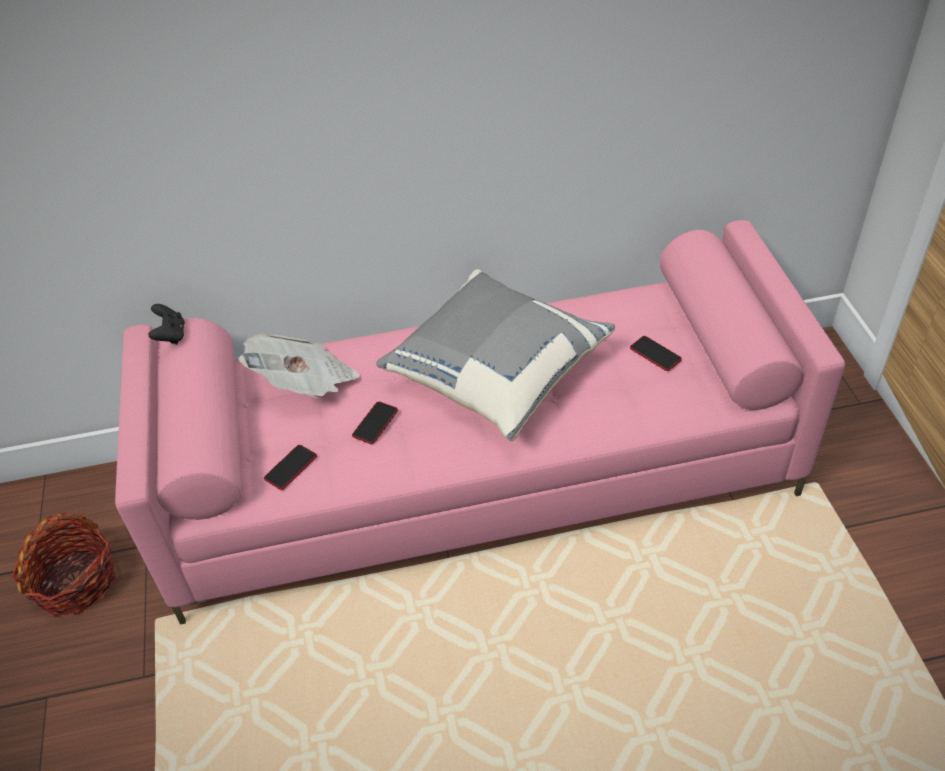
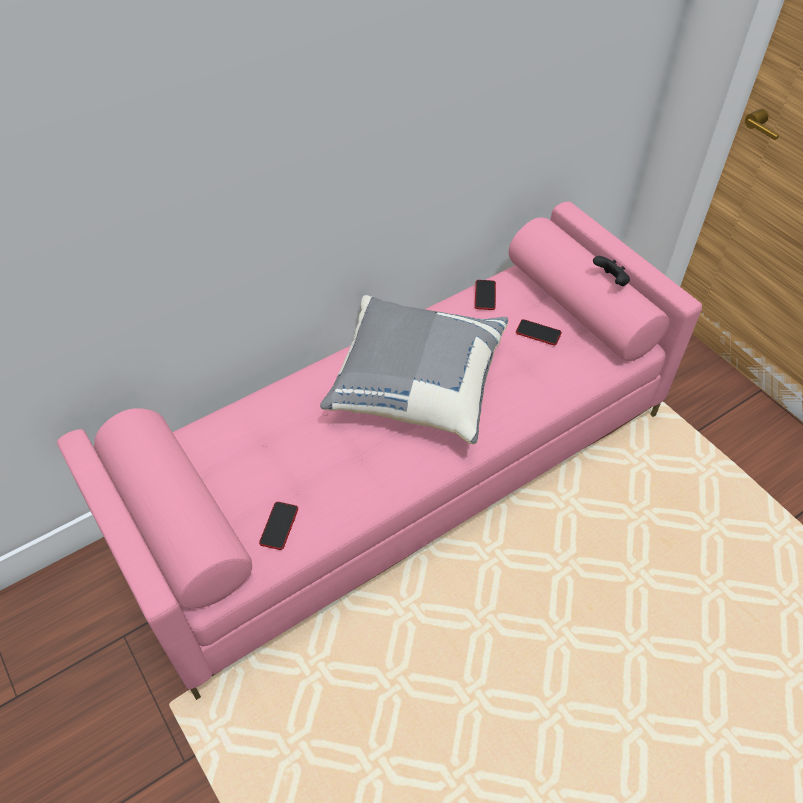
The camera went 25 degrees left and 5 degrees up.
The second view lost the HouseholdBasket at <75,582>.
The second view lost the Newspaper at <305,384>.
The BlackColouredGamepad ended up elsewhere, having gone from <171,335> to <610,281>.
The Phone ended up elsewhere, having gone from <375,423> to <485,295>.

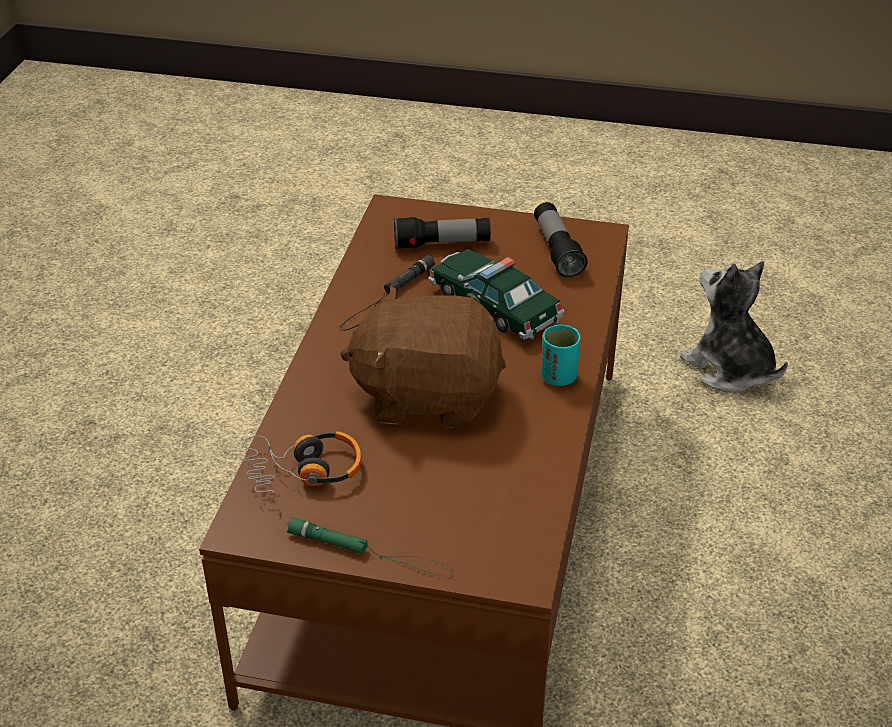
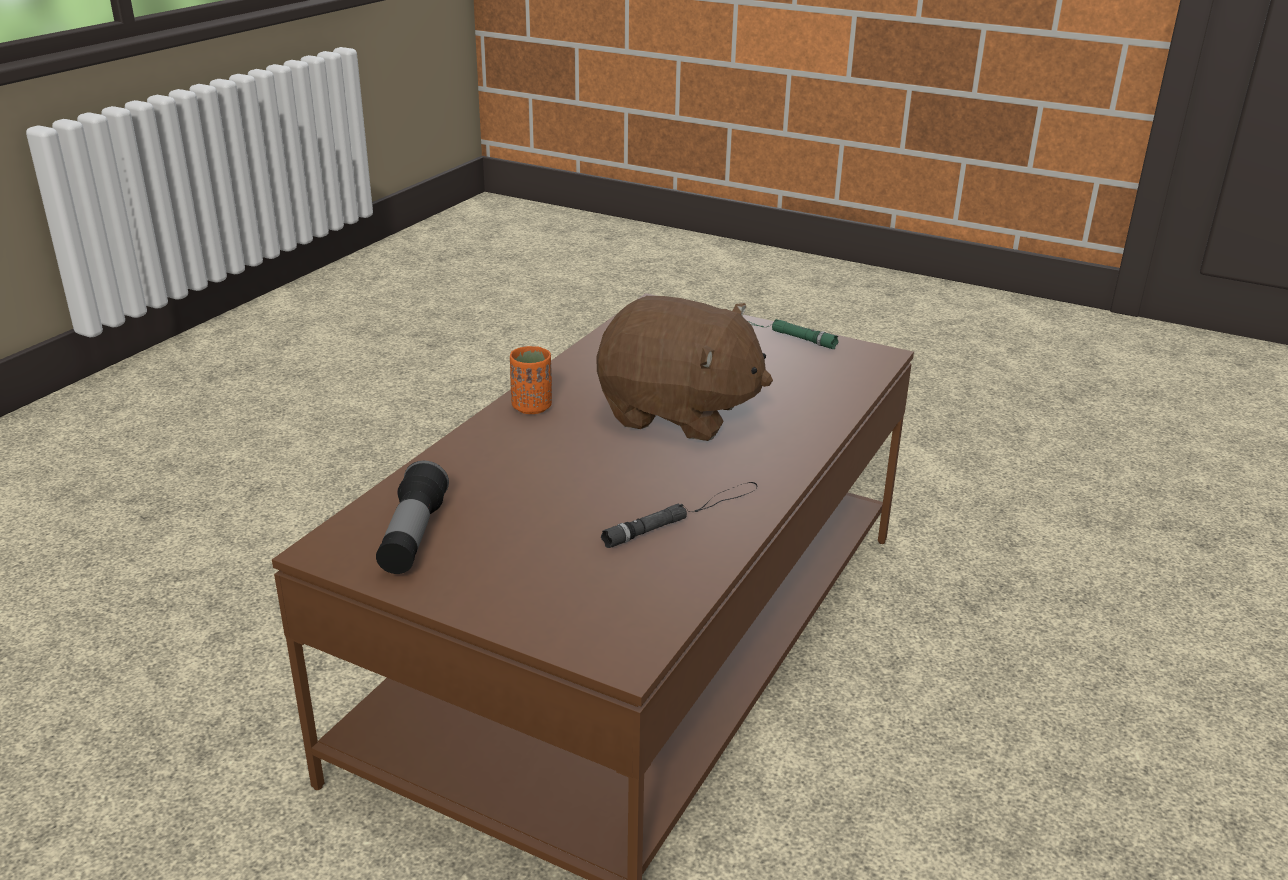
The camera went 165 degrees left and 10 degrees down.
The second view lost the Headphones at <304,472>.
The second view lost the Flashlight at <442,244>.
The second view lost the ModelCar at <494,306>.
The second view lost the CuddlyToy at <729,369>.
What was the TurquoiseSmallCup at <558,377> turned into the OrangeColouredSmallCup at <532,407>.

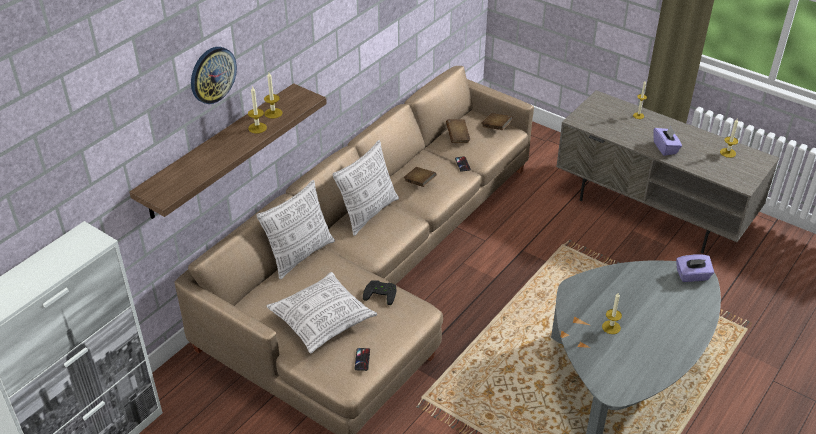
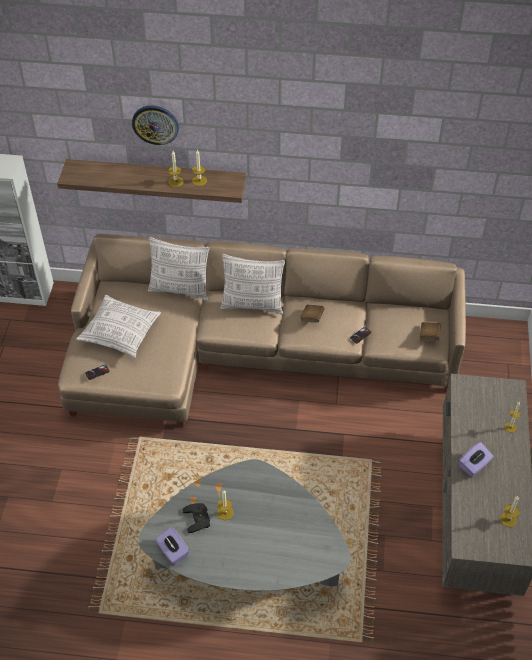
The camera went 60 degrees right and 10 degrees up.
The second view lost the BrownColouredBook at <457,137>.
The BlackColouredGamepad ended up elsewhere, having gone from <381,293> to <199,518>.
The PurpleColouredTissueHolder ended up elsewhere, having gone from <692,276> to <173,551>.

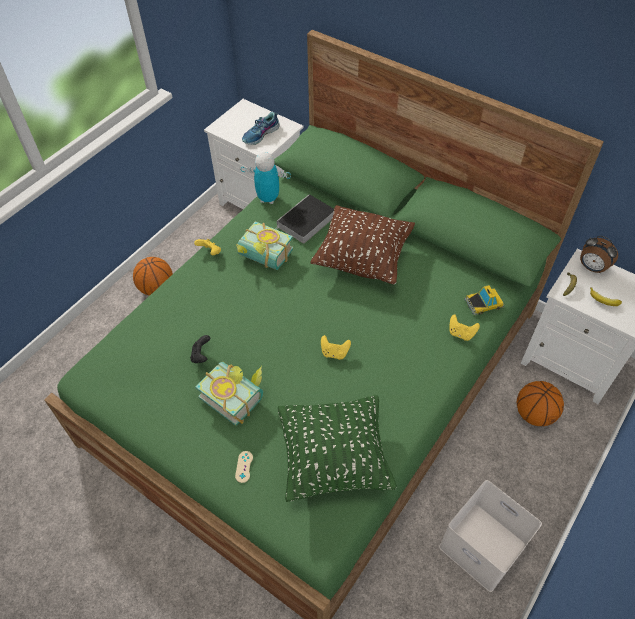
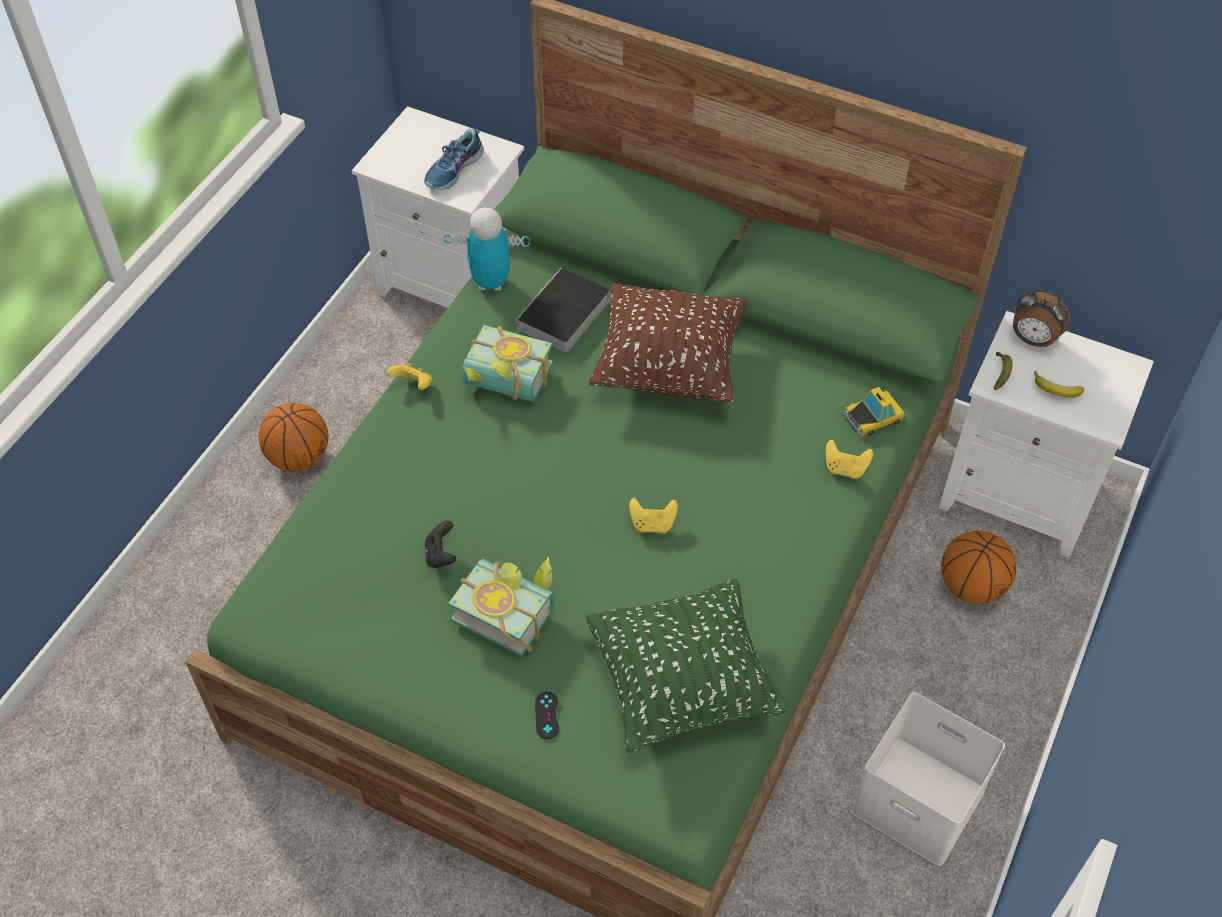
The camera went 10 degrees left and 0 degrees up.
What was the BeigeGamepad at <244,466> turned into the BlackColouredGamepad at <547,715>.

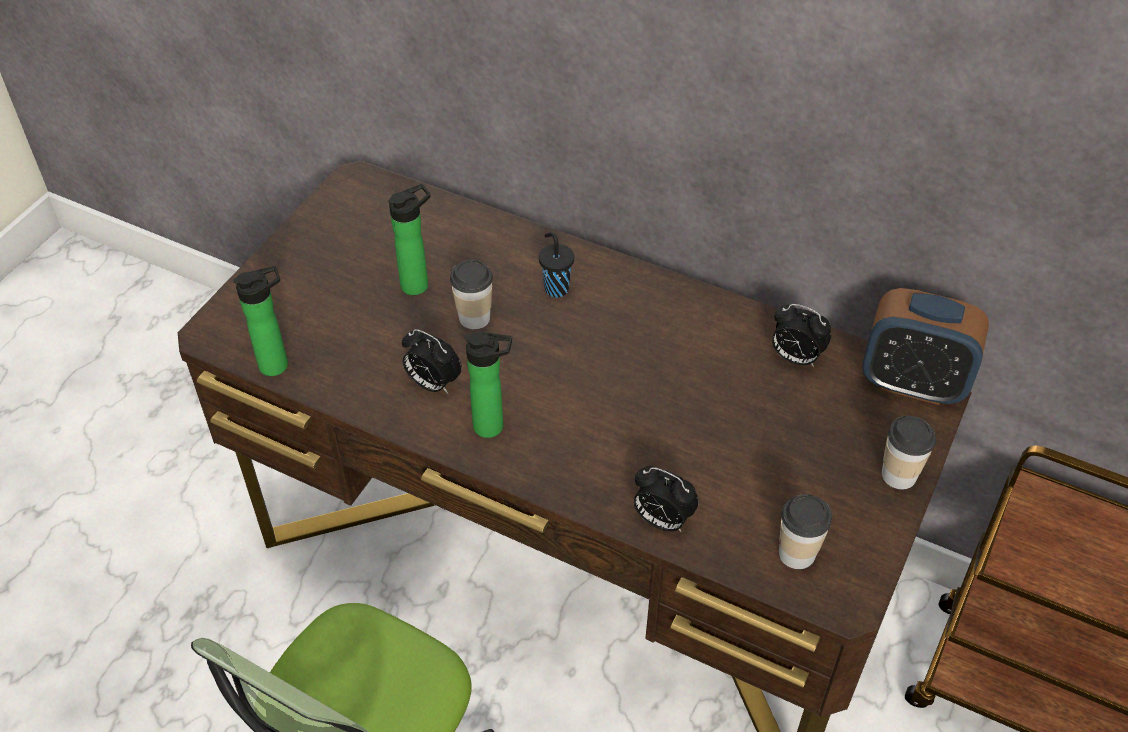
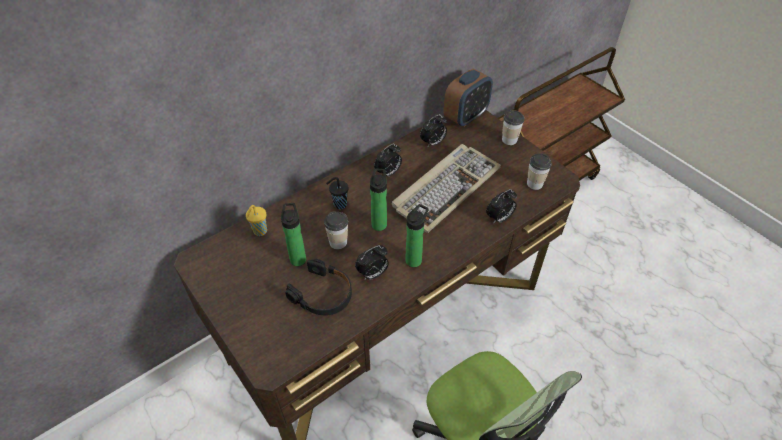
The camera went 65 degrees left and 0 degrees up.
The second view gained the YellowColouredSmallCup at <259,231>.
The second view gained the BlackColouredHeadphones at <323,294>.
The second view gained the BedsideClock at <388,173>.
The second view gained the Keyboard at <446,188>.
The BeverageBottle ended up elsewhere, having gone from <278,364> to <379,223>.

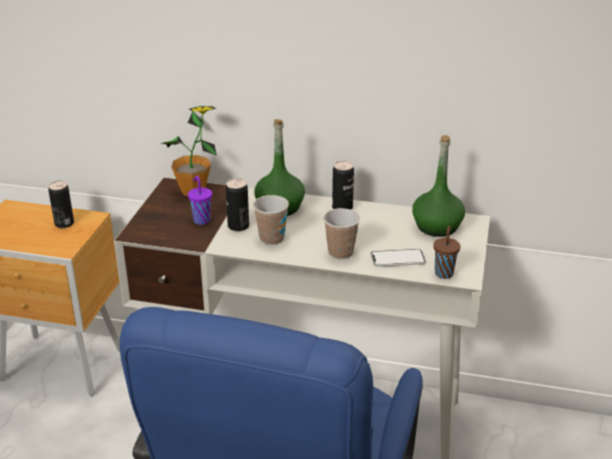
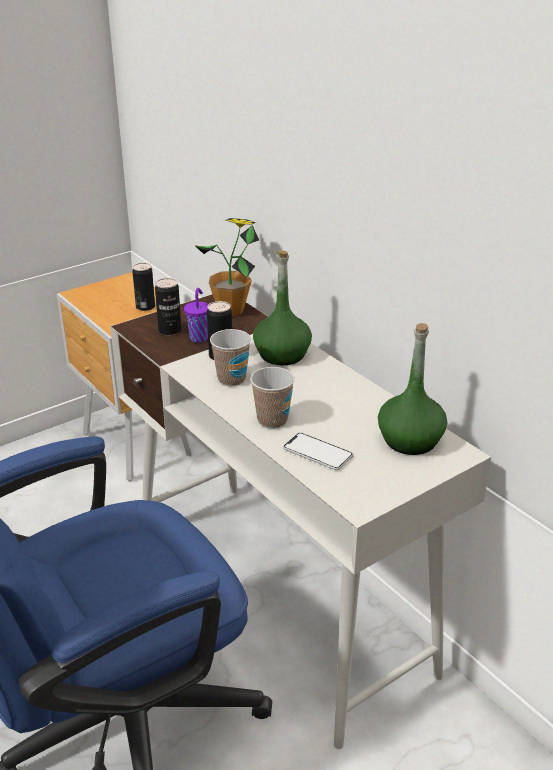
The camera went 40 degrees right and 0 degrees up.
The second view lost the BrownColouredSmallCup at <444,273>.
The SealedCan ended up elsewhere, having gone from <342,207> to <170,330>.

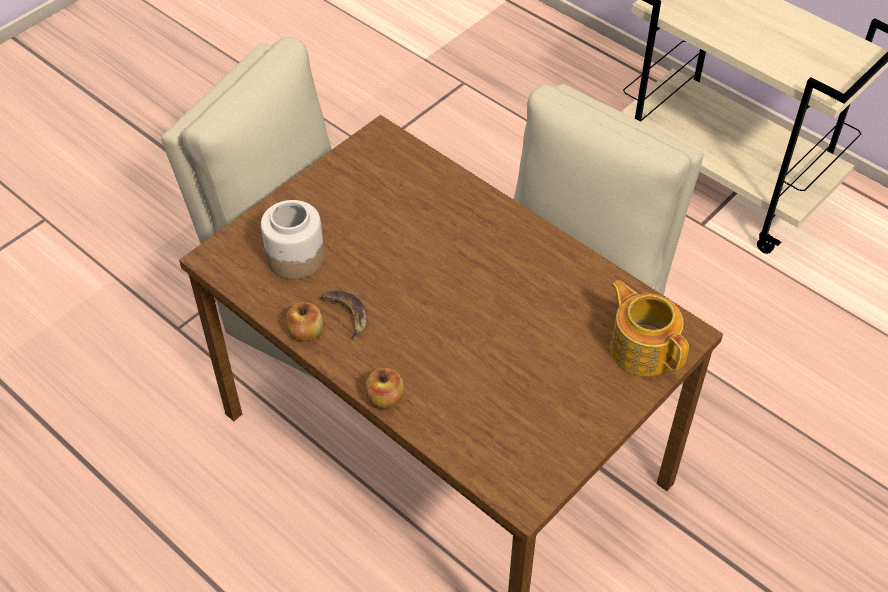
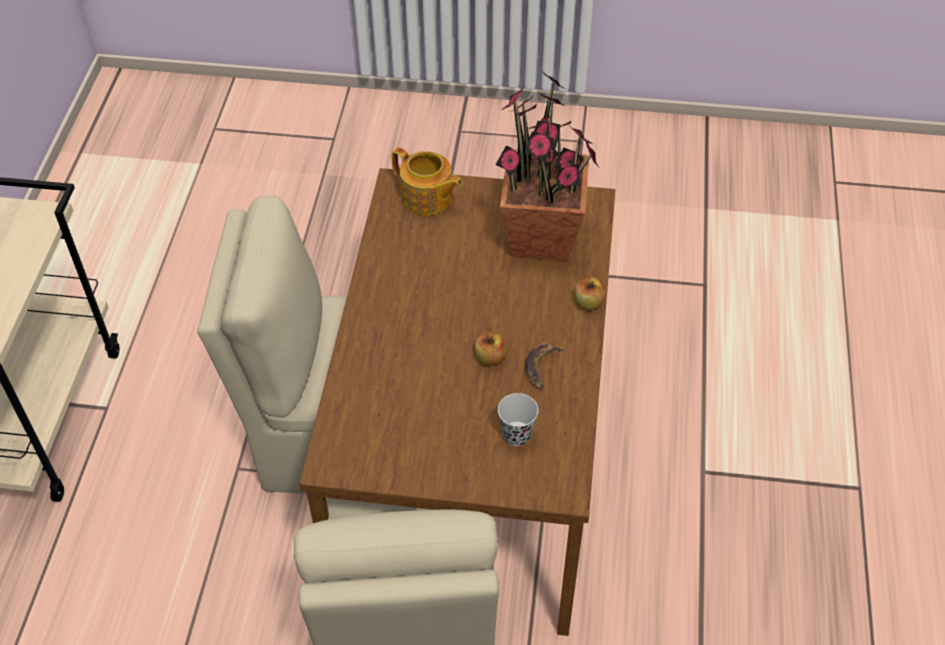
The camera went 125 degrees left and 0 degrees up.
The second view gained the Houseplant at <542,240>.
The WholeApple ended up elsewhere, having gone from <306,332> to <490,358>.
Where the StorageJar stood at <295,257>, the BlackColouredSmallCup came to stand at <516,434>.
The PotForTea at <642,348> ended up facing another way, 75 degrees counterclockwise from before.

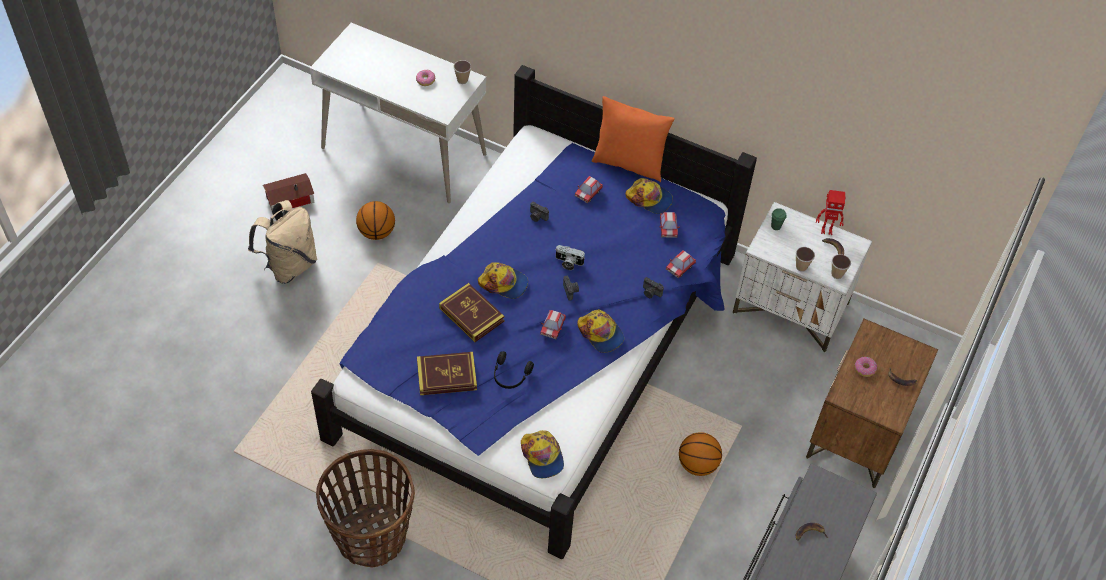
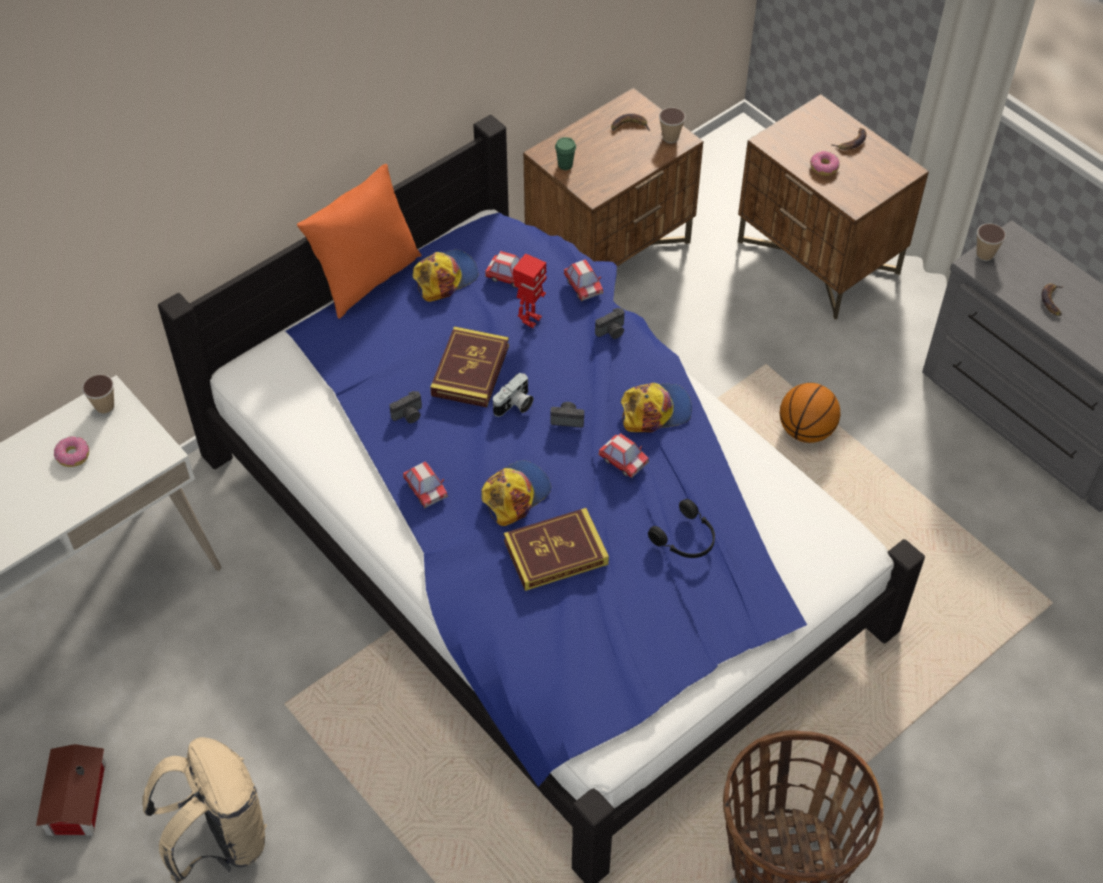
The camera went 65 degrees left and 0 degrees up.
The second view lost the Basketball at <377,232>.
The second view lost the PeakedCap at <542,456>.
The Book ended up elsewhere, having gone from <446,376> to <470,370>.
The ModelCar ended up elsewhere, having gone from <588,193> to <425,489>.
The SmallCup ended up elsewhere, having gone from <801,267> to <984,255>.
The ToyRobot ended up elsewhere, having gone from <826,230> to <530,319>.
What was the WhiteBedsideTable at <791,308> turned into the BrownColouredBedsideTable at <610,248>.

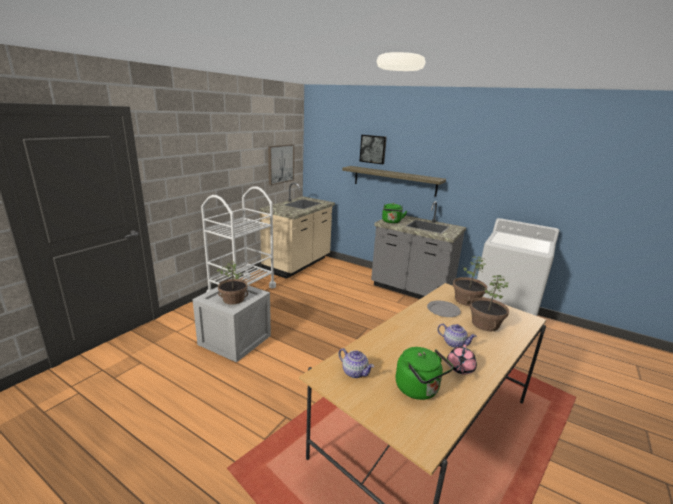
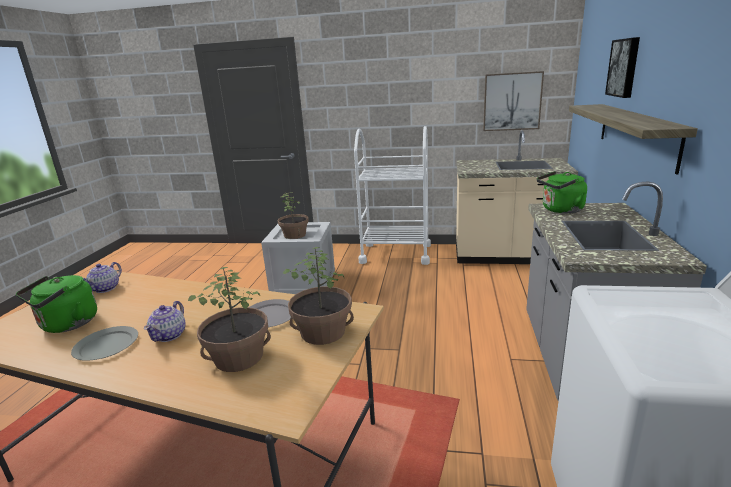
The camera went 70 degrees right and 0 degrees up.
Where the PinkPotForTea stood at <460,368>, the GreyishFlatDish came to stand at <106,346>.

